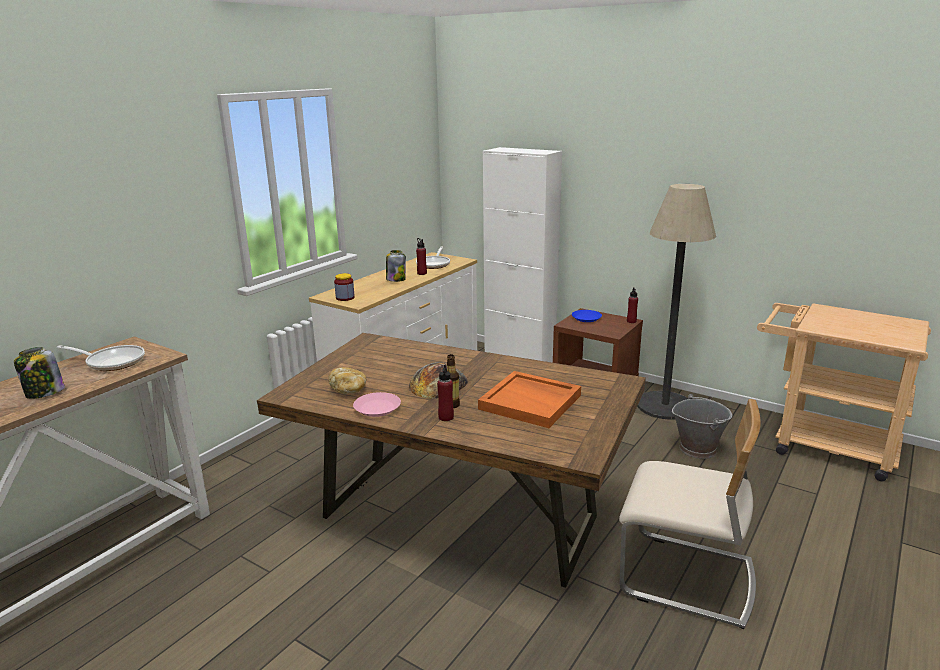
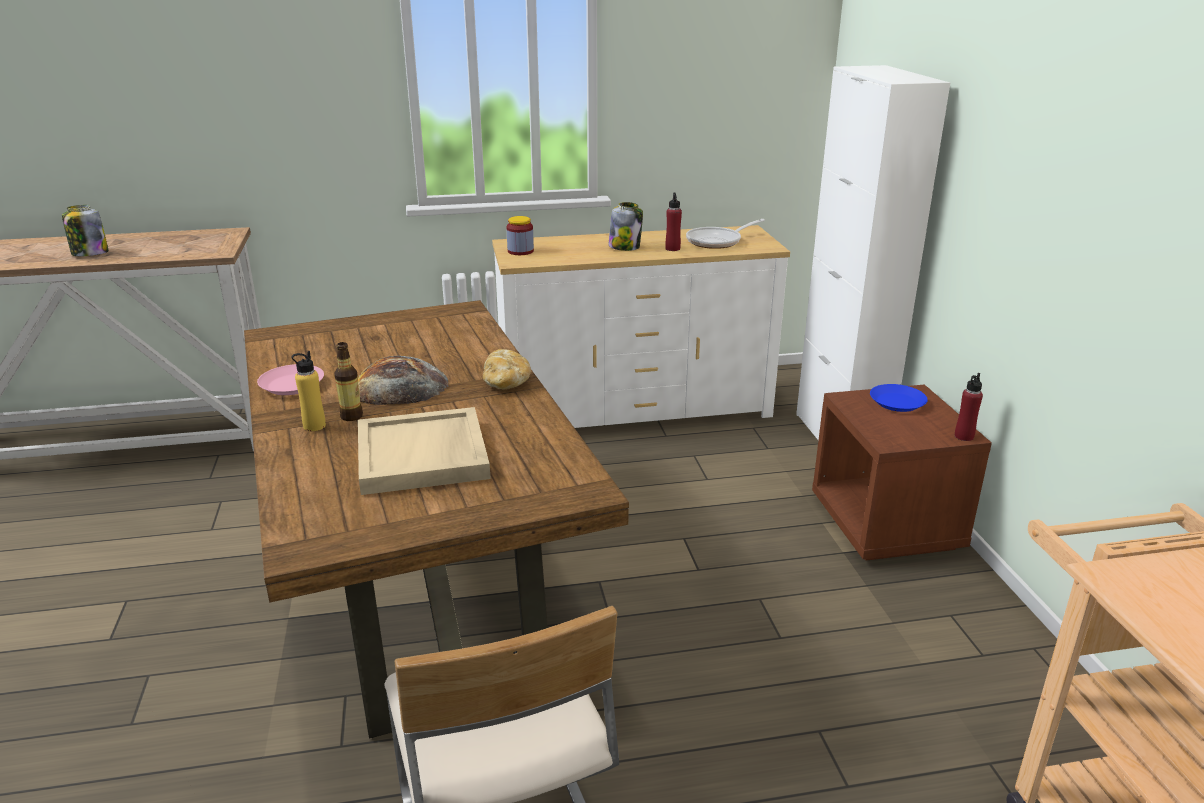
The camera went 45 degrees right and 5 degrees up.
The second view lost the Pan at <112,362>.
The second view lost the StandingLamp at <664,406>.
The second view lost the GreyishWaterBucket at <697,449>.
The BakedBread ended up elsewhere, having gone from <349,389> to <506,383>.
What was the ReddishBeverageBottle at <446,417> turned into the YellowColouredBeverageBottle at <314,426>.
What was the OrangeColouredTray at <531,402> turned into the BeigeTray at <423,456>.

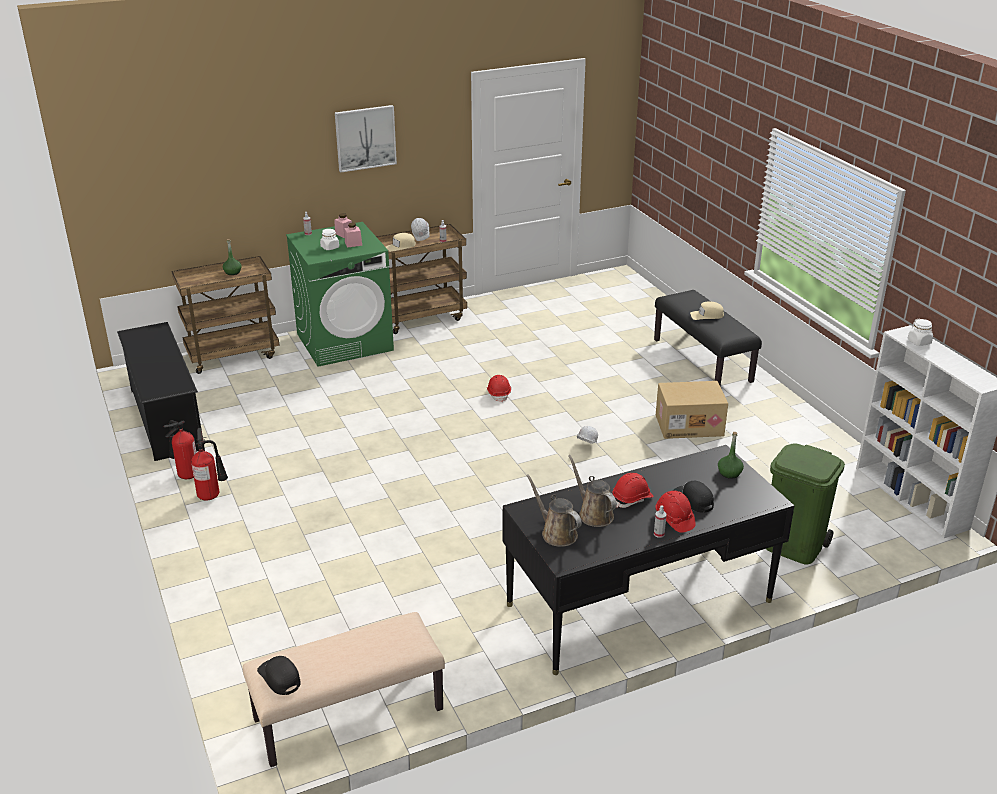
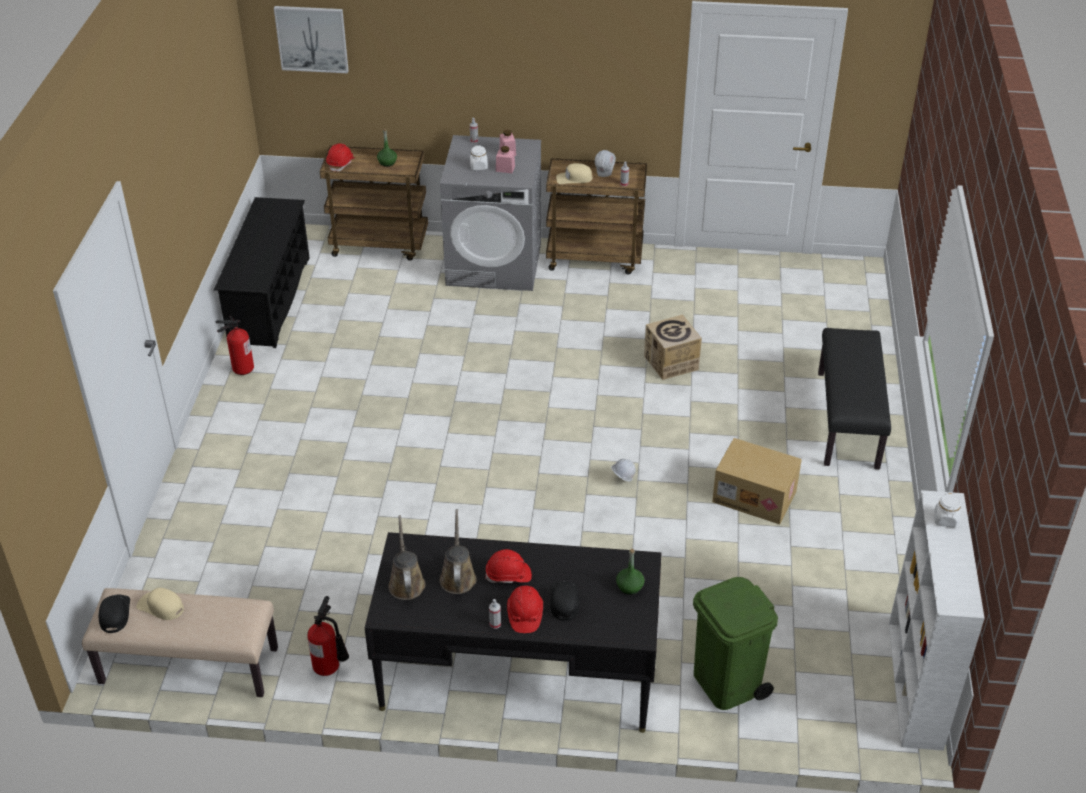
The camera went 30 degrees right and 10 degrees up.
The second view gained the PackingBox at <671,363>.
The Extinguisher ended up elsewhere, having gone from <212,495> to <331,667>.
The Picture ended up elsewhere, having gone from <365,138> to <312,38>.
The ReddishWorkHelmet ended up elsewhere, having gone from <498,394> to <341,164>.
The BeigePeakedCap ended up elsewhere, having gone from <706,315> to <161,606>.
What was the GreenishLaundryAppliance at <345,342> turned into the GreyishLaundryAppliance at <495,264>.

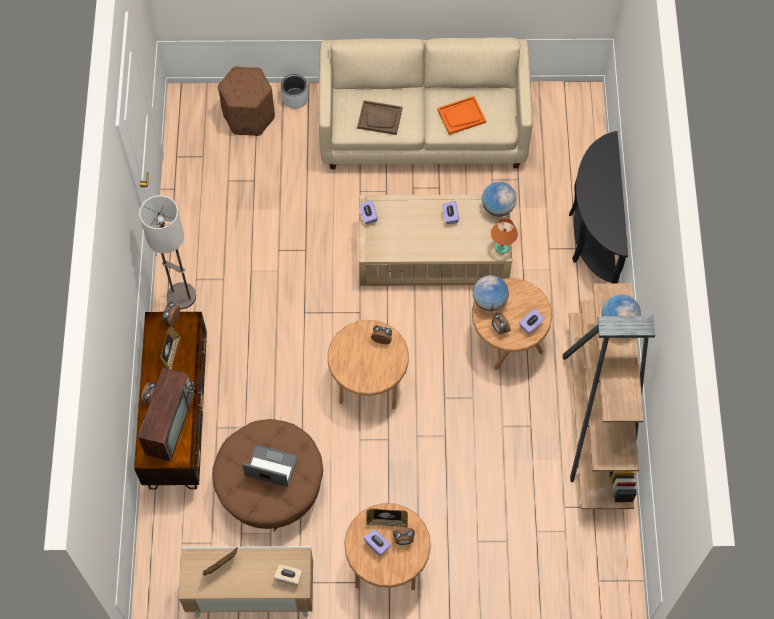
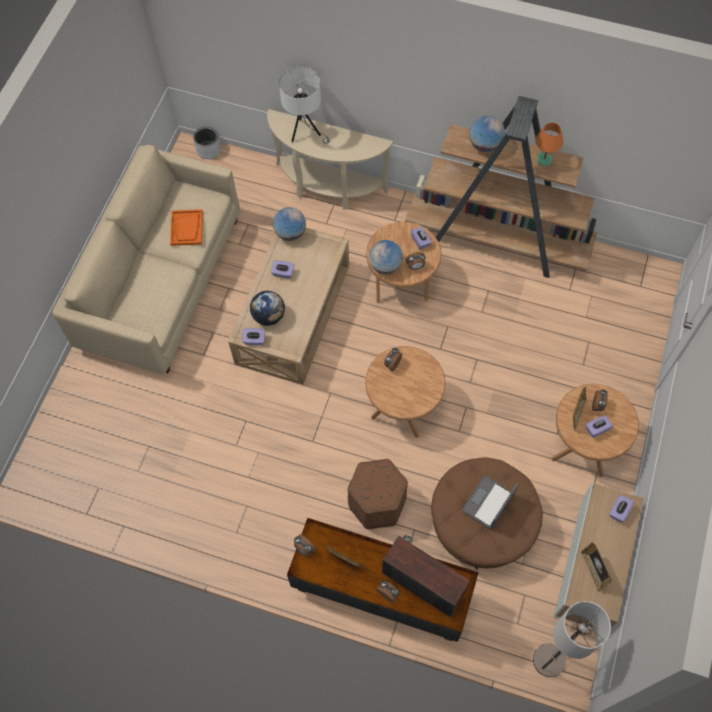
The camera went 70 degrees left and 0 degrees up.
The second view lost the BrownColouredTray at <380,118>.
The second view gained the DeskGlobe at <269,316>.
The second view gained the WhiteLampForATable at <305,133>.
The StandingLamp ended up elsewhere, having gone from <181,296> to <549,661>.
The BrownColouredPouffe ended up elsewhere, having gone from <249,116> to <377,503>.
The GreyishFlowerPot ended up elsewhere, having gone from <295,98> to <208,150>.
The OrangeColouredLampForATable ended up elsewhere, having gone from <502,247> to <544,159>.
What was the BeigeTissueHolder at <288,577> turned into the PurpleColouredTissueHolder at <619,511>.
What was the BlackColouredNarrowTable at <591,236> turned into the BeigeNarrowTable at <327,188>.

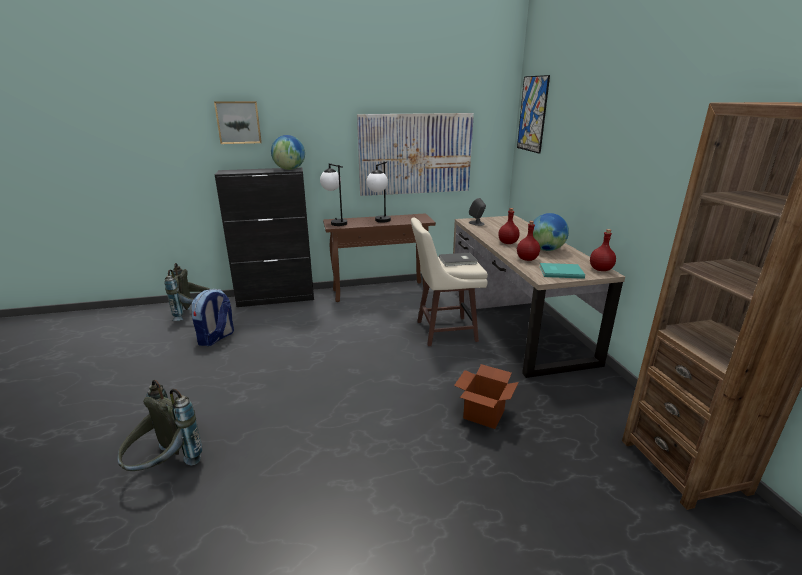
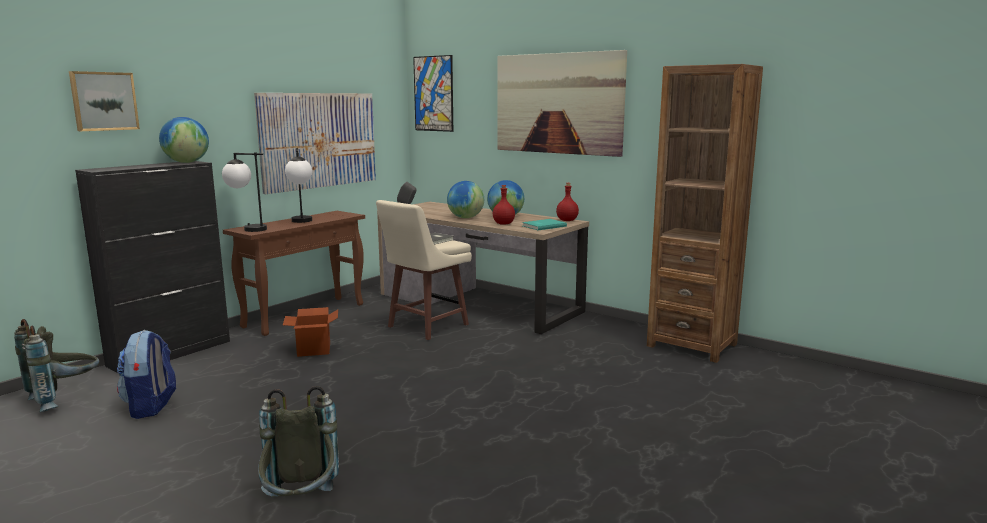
The camera went 40 degrees left and 10 degrees down.
The second view gained the Picture at <558,103>.
The PackingBox ended up elsewhere, having gone from <484,414> to <314,350>.
Where the ReddishBeverageBottle stood at <507,243>, the DeskGlobe came to stand at <465,218>.

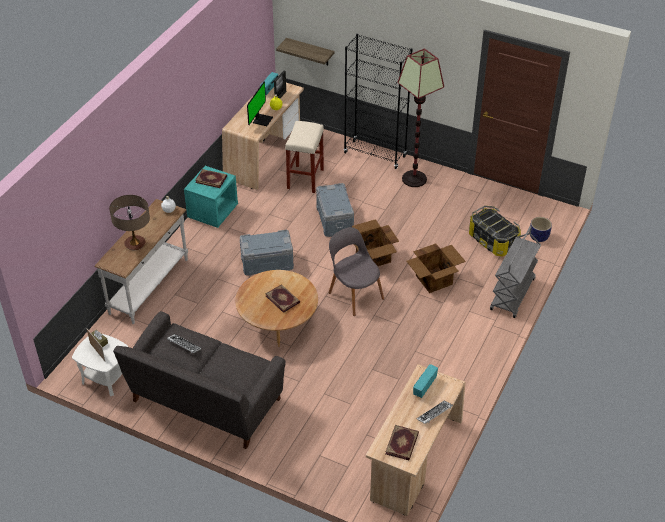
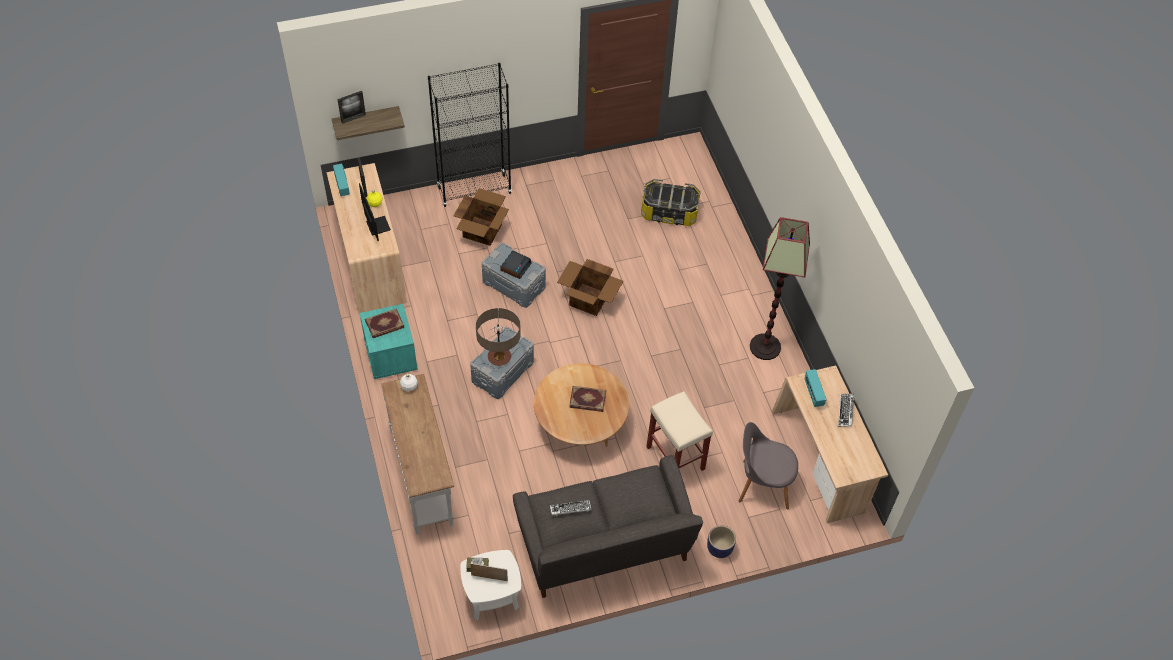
The camera went 45 degrees left and 10 degrees up.
The second view lost the Book at <402,444>.
The second view lost the GreyishWheeledCart at <513,295>.
The second view gained the PhotoFrame at <353,118>.
The second view gained the BedsideClock at <515,266>.
The LampForATable ended up elsewhere, having gone from <135,244> to <499,357>.
The BeigeStool ended up elsewhere, having gone from <305,179> to <676,458>.
The GreyishUprightChair ended up elsewhere, having gone from <354,294> to <762,484>.
The StandingLamp ended up elsewhere, having gone from <414,179> to <765,347>.
The PackingBox ended up elsewhere, having gone from <434,280> to <482,230>.
The FlowerPot ended up elsewhere, having gone from <538,237> to <719,549>.

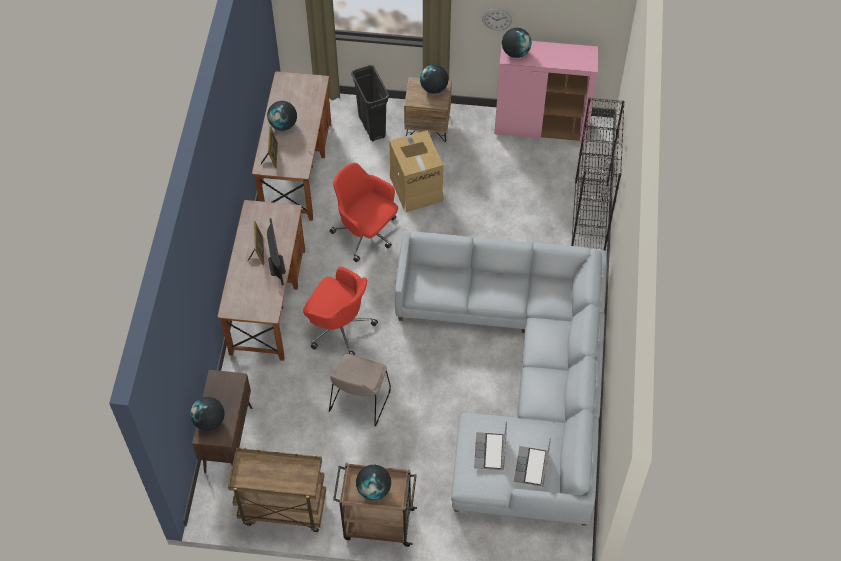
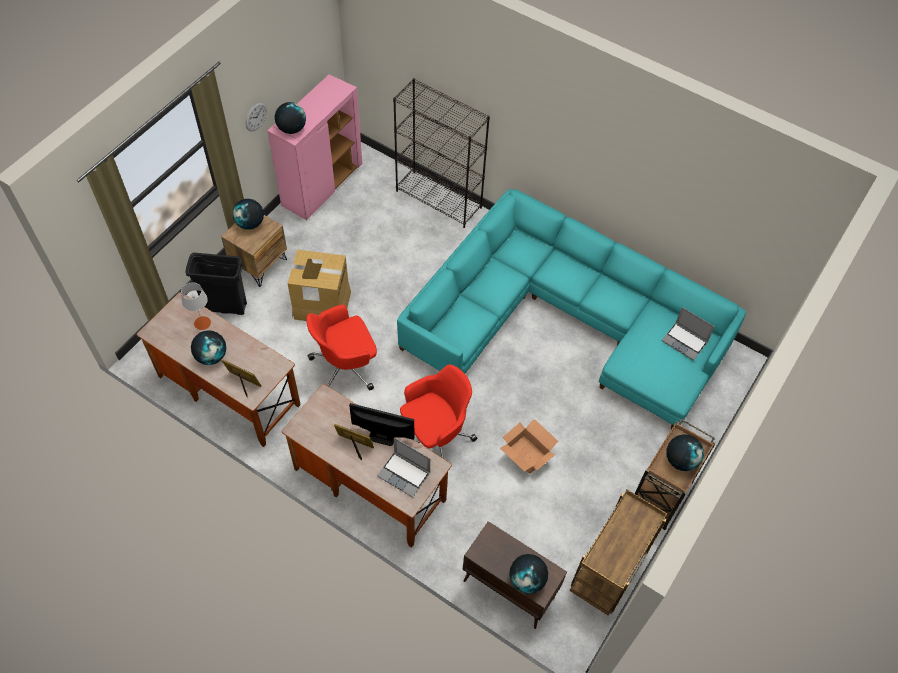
The camera went 65 degrees left and 0 degrees up.
The second view gained the GreyishLampForATable at <202,323>.
The Laptop ended up elsewhere, having gone from <490,452> to <404,474>.
Where the BeigeUprightChair stood at <359,402>, the PackingBox came to stand at <526,455>.
What was the GreyishCouch at <520,376> turned into the TurquoiseCouch at <566,321>.

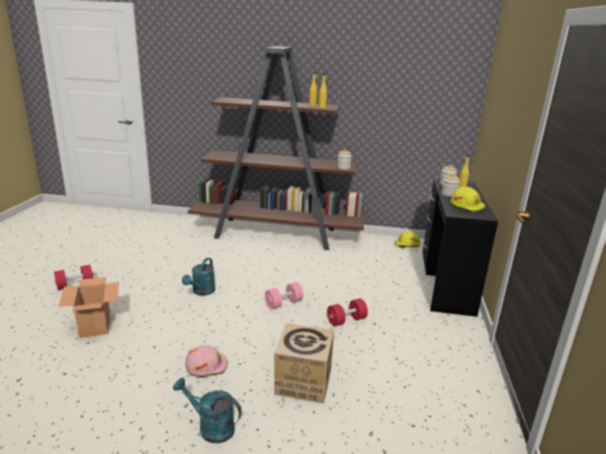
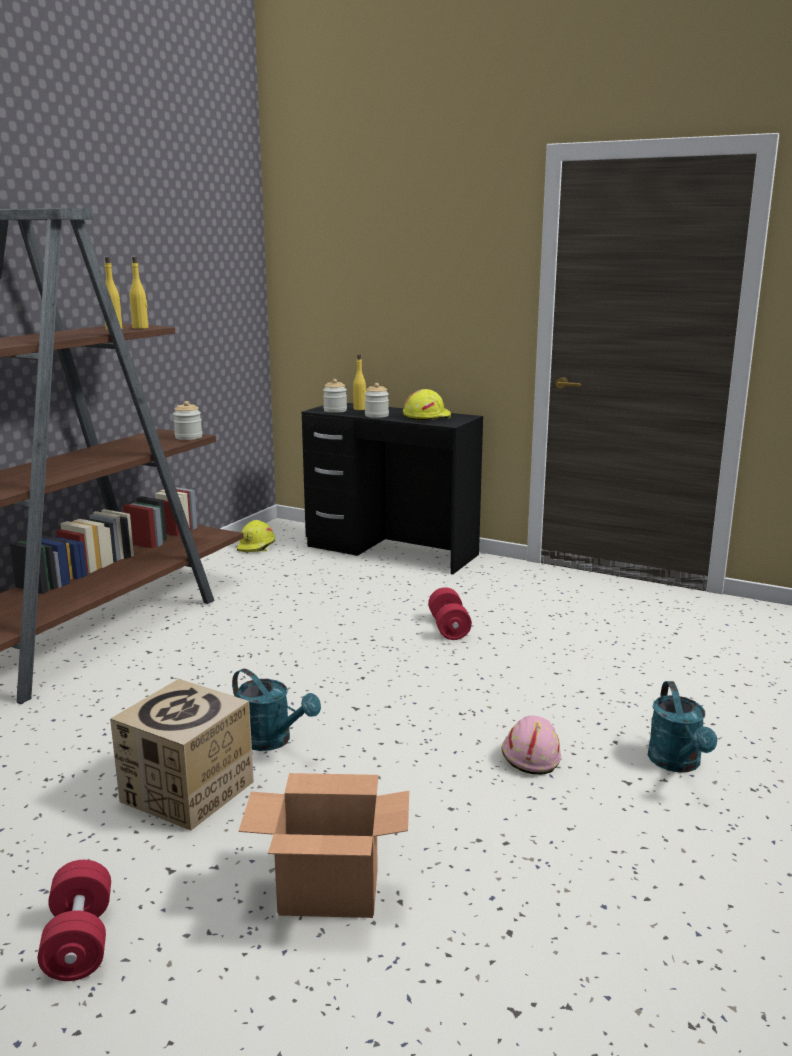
The camera went 70 degrees left and 5 degrees down.
The second view lost the PinkFreeWeight at <283,303>.
The PackingBox ended up elsewhere, having gone from <303,381> to <187,791>.
The TurquoiseWateringPot at <211,427> ended up facing another way, 45 degrees counterclockwise from before.

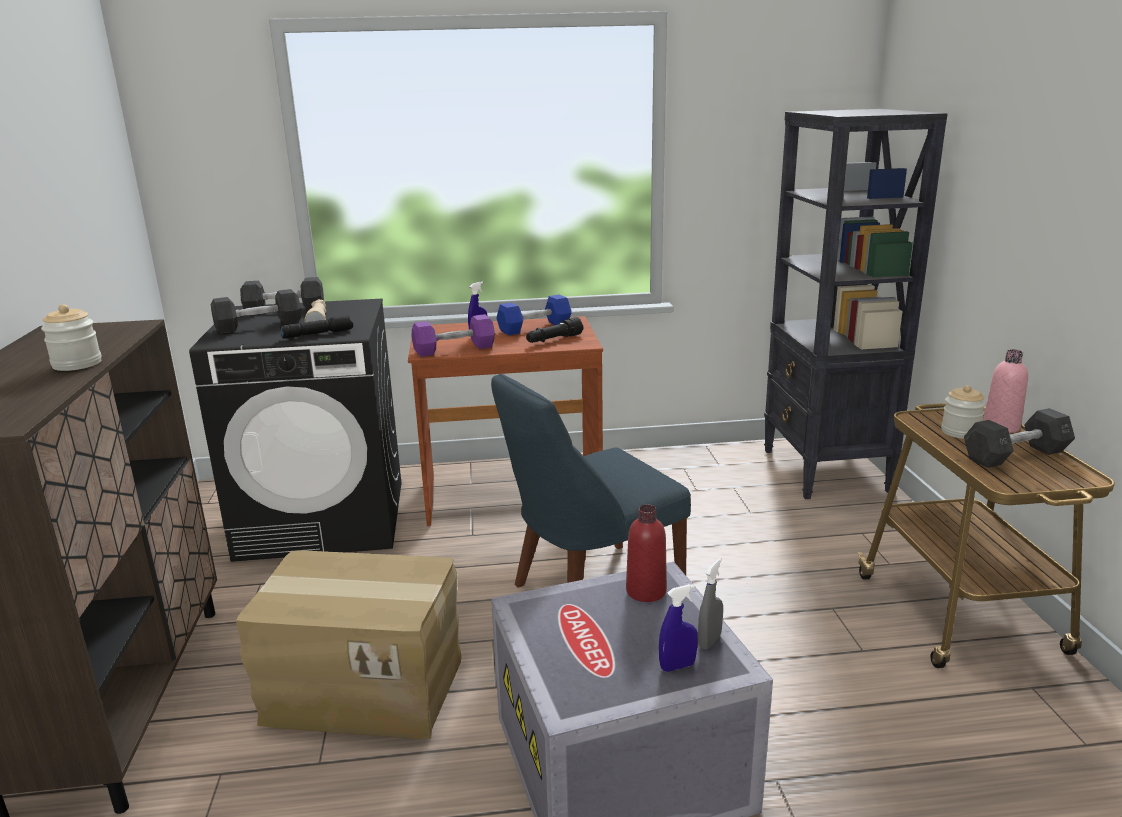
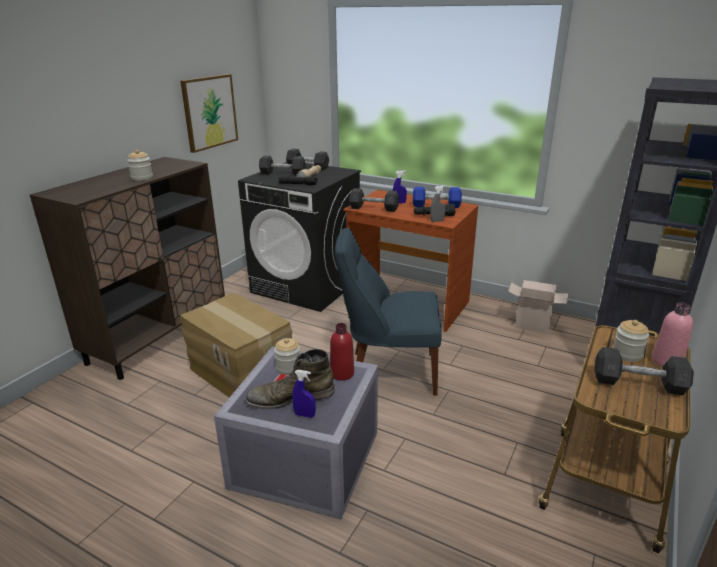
The camera went 35 degrees right and 5 degrees up.
The second view gained the Picture at <209,112>.
The second view gained the GreenishHighTopBoot at <290,397>.
The second view gained the StorageJar at <288,367>.
The second view gained the PackingBox at <534,325>.
The GreyishSprayBottle ended up elsewhere, having gone from <709,641> to <437,221>.
What was the PurpleColouredFreeWeight at <454,349> turned into the GreyishFreeWeight at <373,208>.

